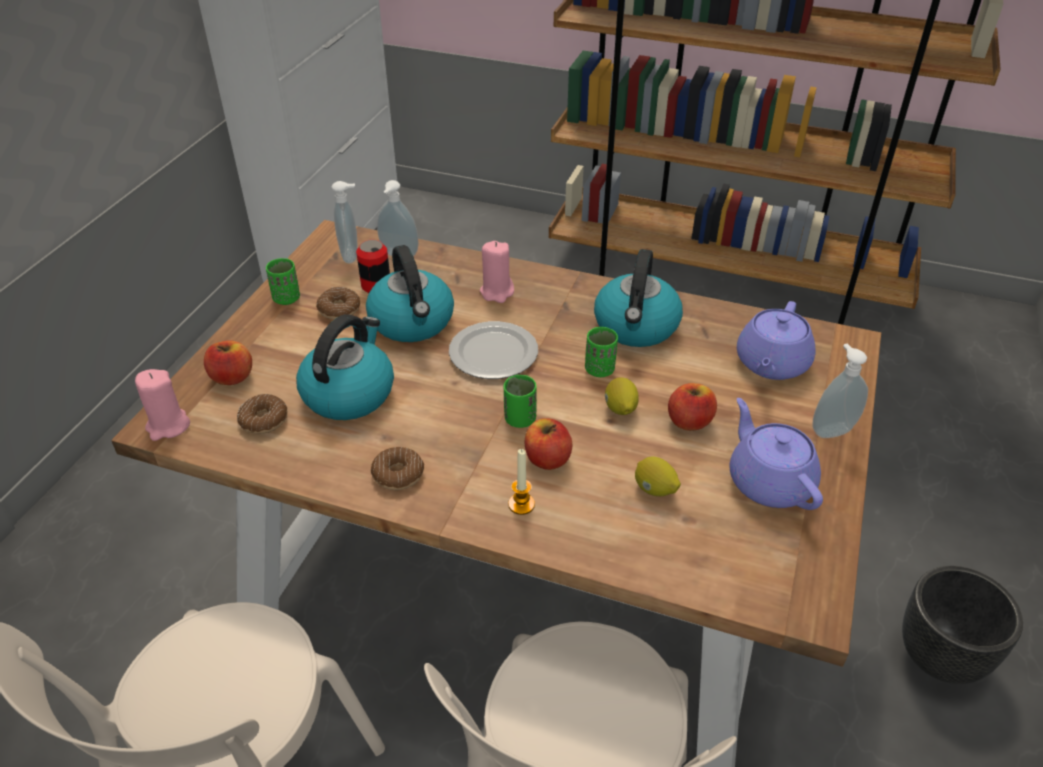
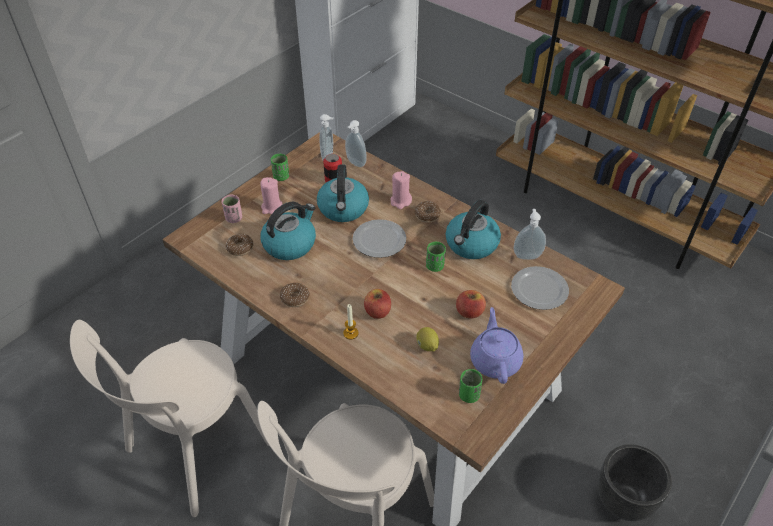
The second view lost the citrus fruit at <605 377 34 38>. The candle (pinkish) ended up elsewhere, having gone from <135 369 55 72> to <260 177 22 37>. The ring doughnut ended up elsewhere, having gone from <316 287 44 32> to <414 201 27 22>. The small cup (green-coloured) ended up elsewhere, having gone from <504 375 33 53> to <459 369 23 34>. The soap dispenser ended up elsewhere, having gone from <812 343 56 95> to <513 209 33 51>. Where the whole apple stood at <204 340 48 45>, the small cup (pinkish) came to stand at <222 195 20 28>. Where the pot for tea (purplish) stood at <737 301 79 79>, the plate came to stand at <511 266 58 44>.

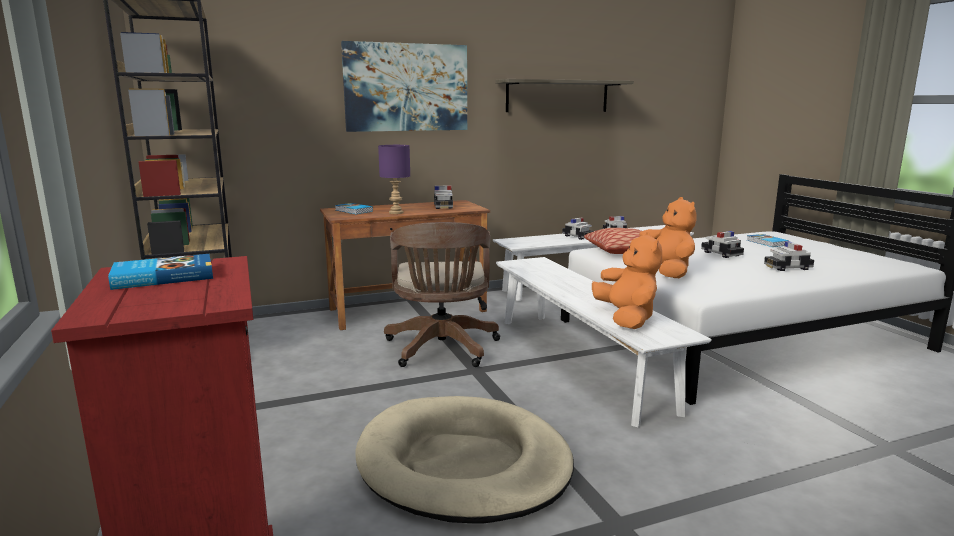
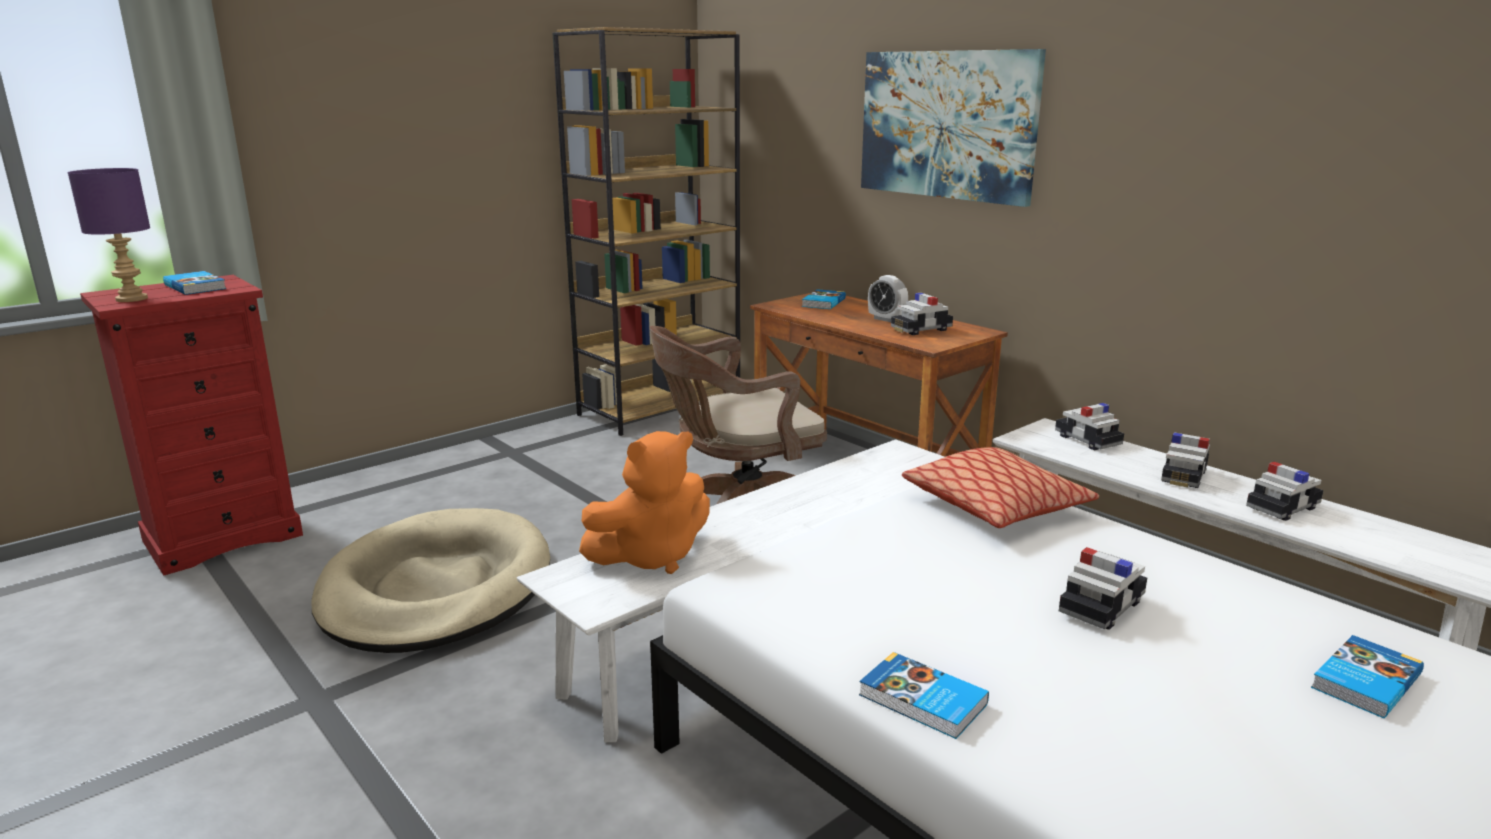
The second view lost the bracket shelf at <495 79 139 33>. The second view lost the plush toy (orangey) at <640 197 56 81>. The second view gained the volume at <859 652 130 87>. The second view gained the alarm clock at <868 275 40 47>. The tabletop lamp (purplish) ended up elsewhere, having gone from <378 145 32 69> to <67 168 83 134>. The model car ended up elsewhere, having gone from <764 241 50 30> to <1055 403 69 47>.

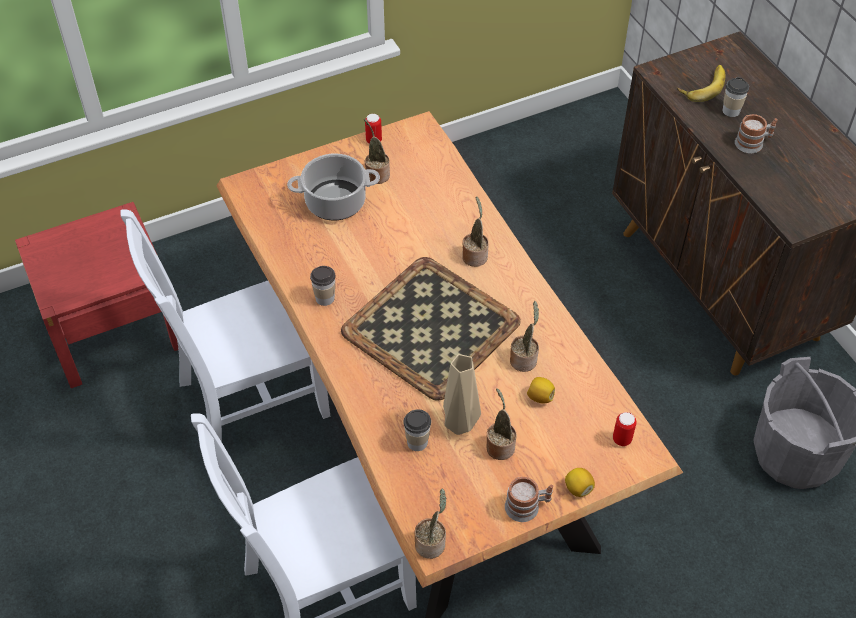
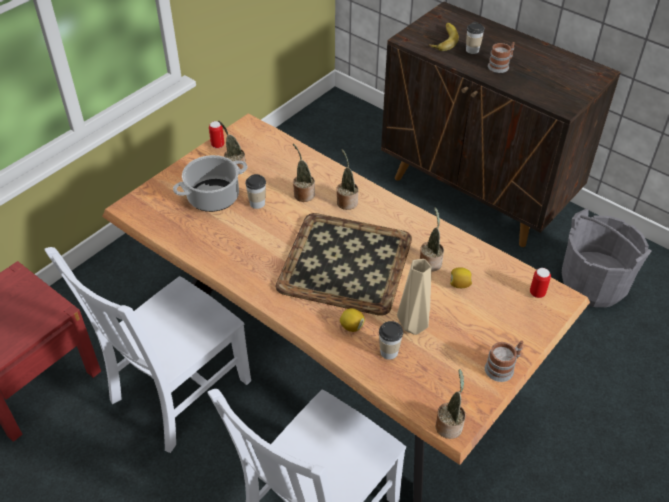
The small cup ended up elsewhere, having gone from <310 266 26 40> to <245 174 21 35>. The plant in a pot ended up elsewhere, having gone from <487 388 29 72> to <293 143 22 59>. The citrus fruit ended up elsewhere, having gone from <565 468 30 29> to <340 308 25 24>.

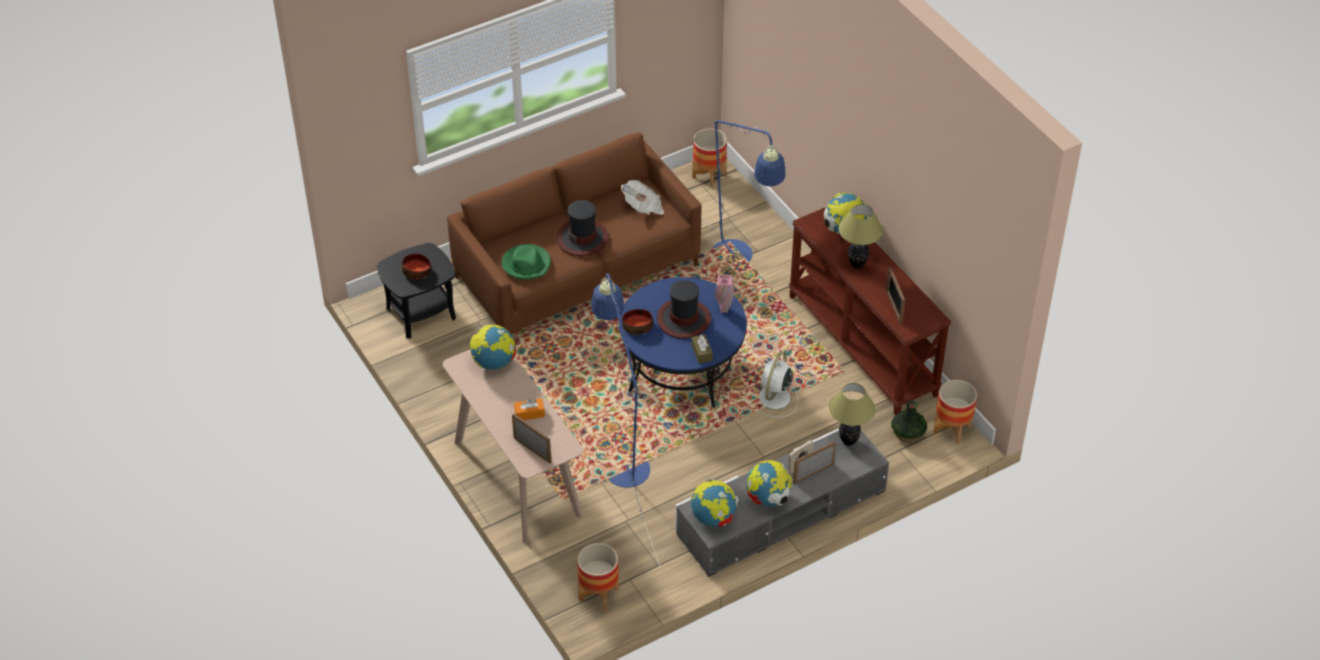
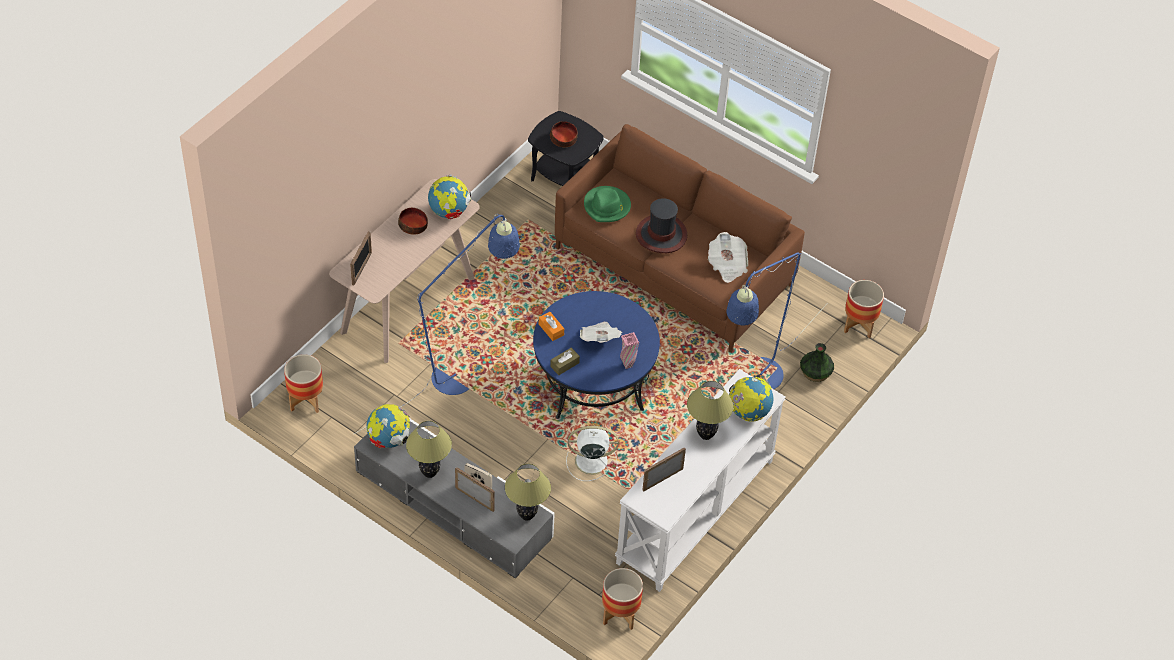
The box of tissues (orangey) ended up elsewhere, having gone from <514 398 31 22> to <539 312 25 29>. The bowl ended up elsewhere, having gone from <622 309 31 26> to <398 208 30 27>. The flower vase ended up elsewhere, having gone from <891 400 36 42> to <800 343 34 39>. Where the wearable hat stood at <657 280 54 59>, the daily paper came to stand at <580 322 42 21>. Where the desk globe stood at <746 460 47 46>, the tabletop lamp came to stand at <406 421 46 57>. What was the console table (brown) at <788 207 163 208> turned into the console table (white-coloured) at <615 369 171 223>.

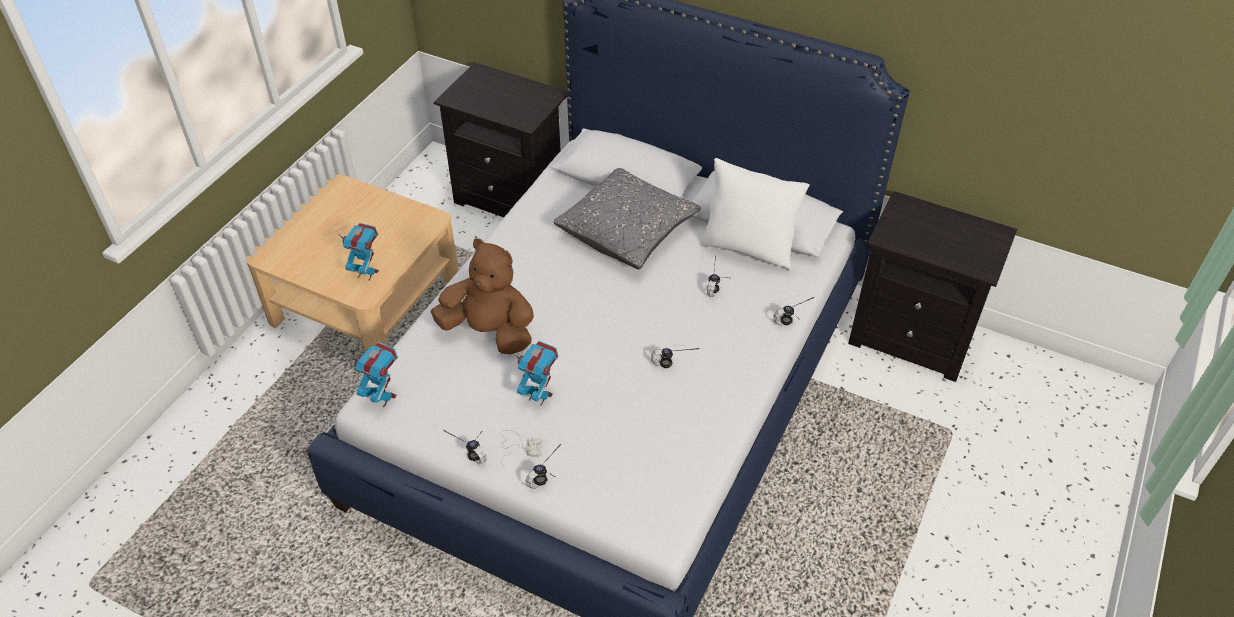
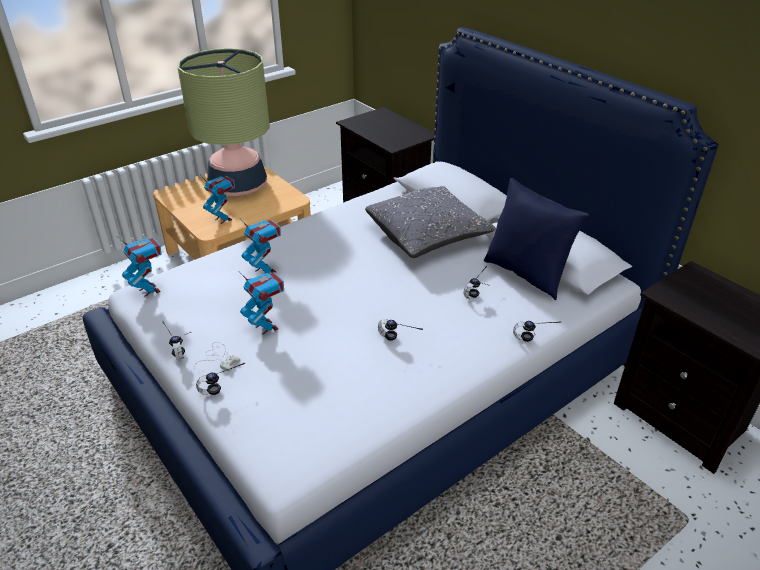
The second view gained the tabletop lamp at <177 48 93 148>. Where the plush toy (brown) stood at <431 239 103 115>, the model robot came to stand at <242 220 39 53>. What was the pillow (white-coloured) at <700 158 110 113> turned into the pillow (bluish) at <484 178 105 122>.

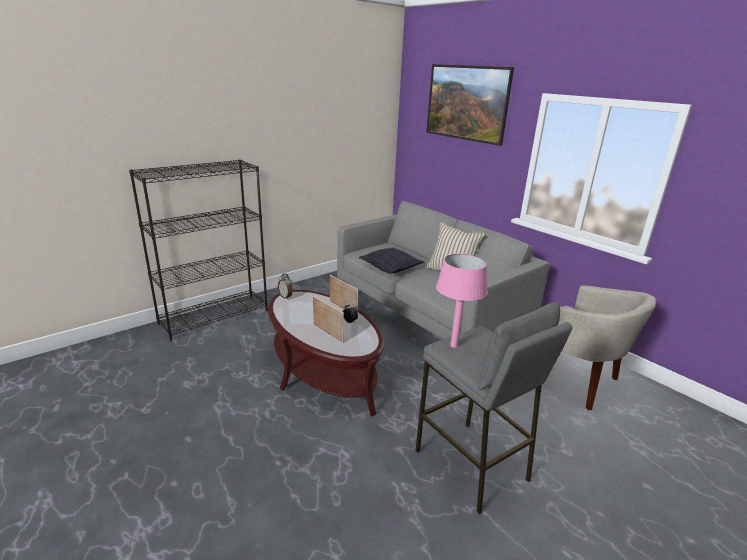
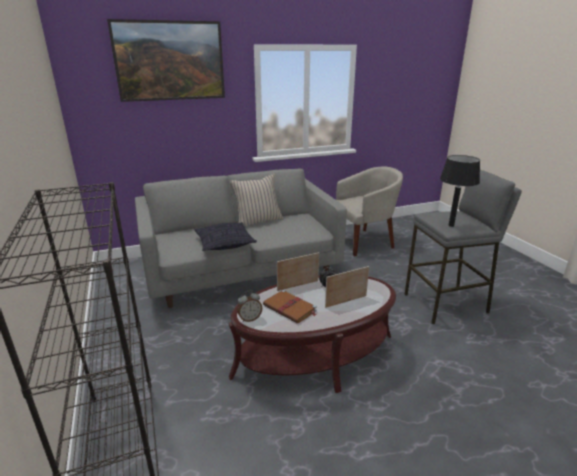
The second view gained the volume (brown) at <263 290 54 33>. What was the tabletop lamp (pinkish) at <436 253 52 95> turned into the tabletop lamp (blackish) at <440 155 40 72>.

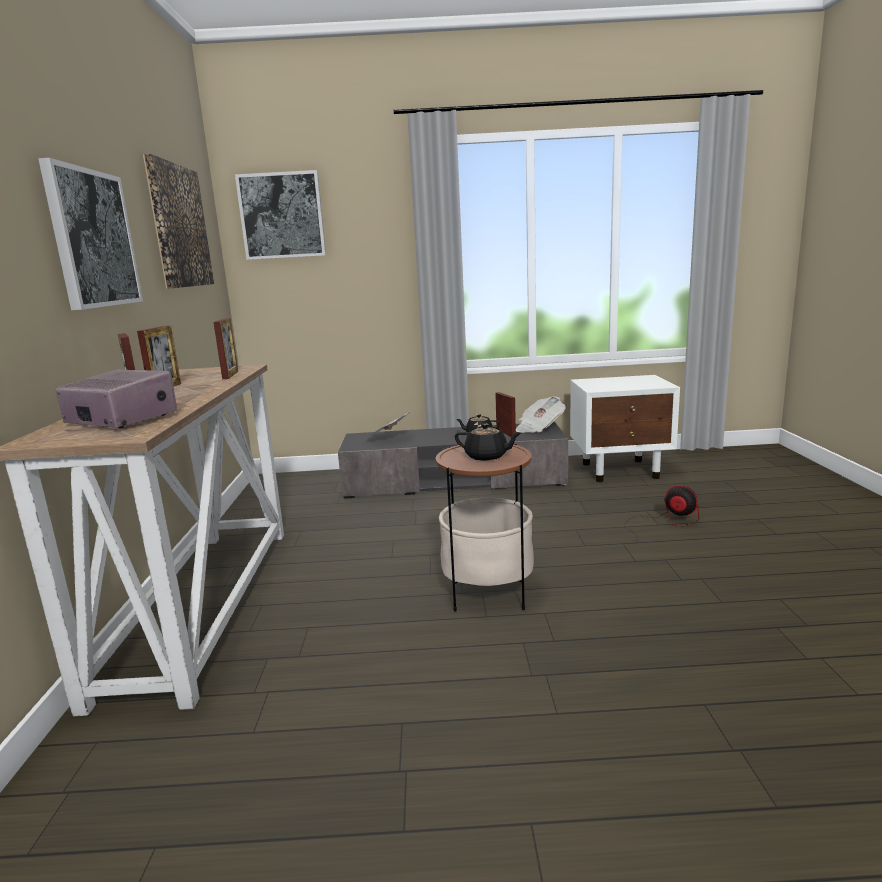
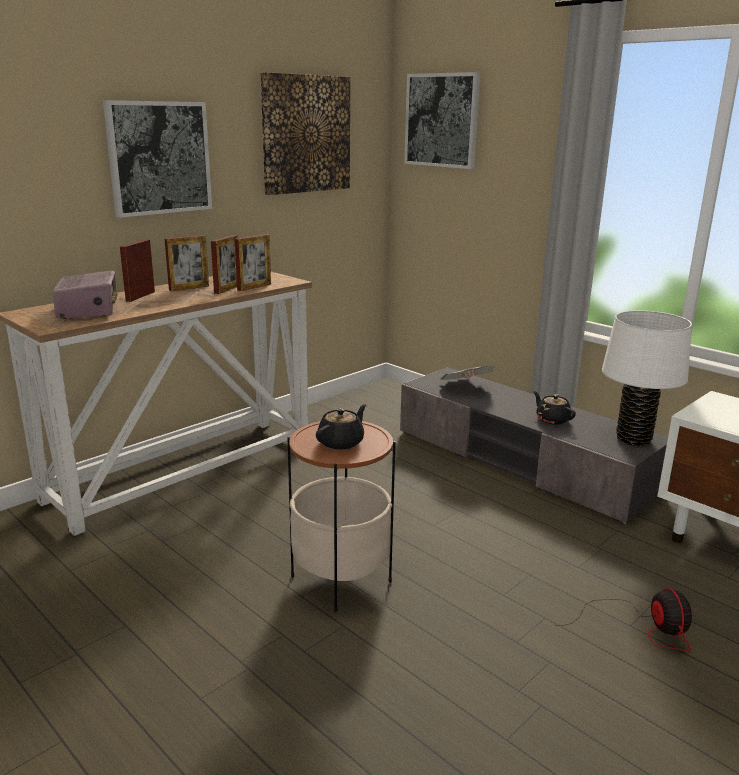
The standing frame ended up elsewhere, having gone from <495 392 21 45> to <211 235 27 59>. Where the daily paper stood at <516 396 49 37>, the tabletop lamp (white-coloured) came to stand at <602 310 90 136>. The pot for tea (blackish) at <455 423 66 38> ended up facing another way, 120 degrees counterclockwise from before.

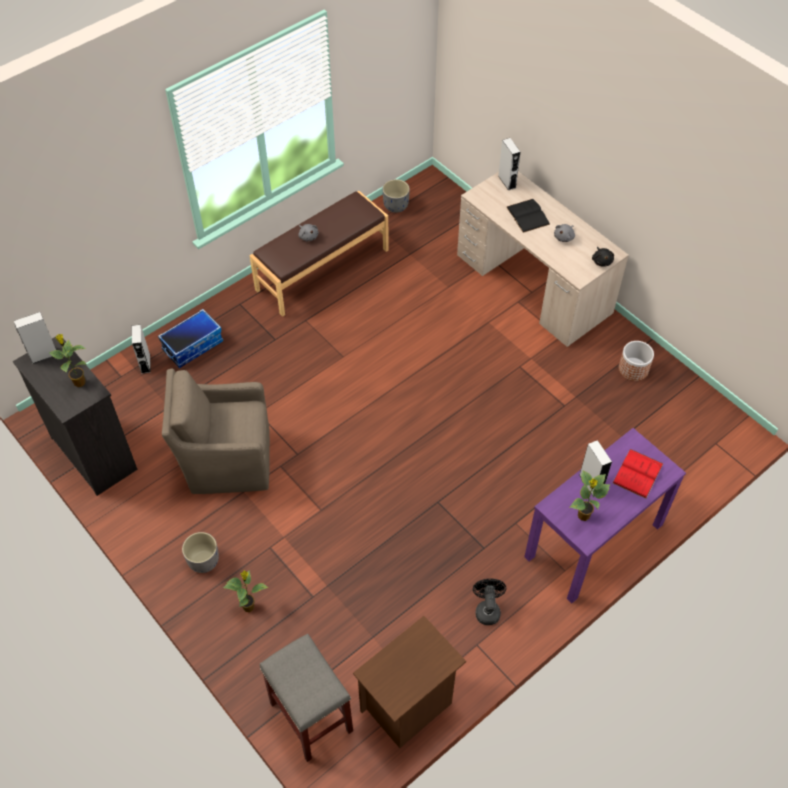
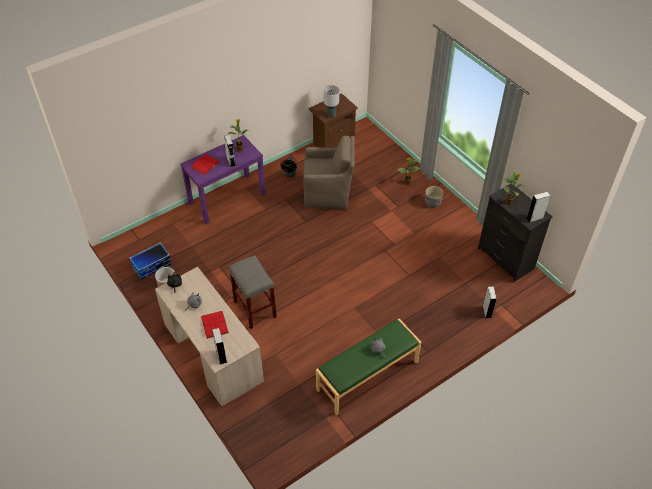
The second view lost the flower pot (greyish) at <383 179 27 34>. The second view gained the tabletop lamp (greyish) at <324 85 15 33>. The storage bin ended up elsewhere, having gone from <158 309 65 59> to <129 242 43 38>. The armchair (brown) ended up elsewhere, having gone from <162 369 108 125> to <303 136 52 73>. The sitting stool (greyish) ended up elsewhere, having gone from <260 633 93 129> to <229 255 48 74>. What was the long seat (brown) at <249 191 140 126> turned into the long seat (green-coloured) at <316 319 105 96>. What was the volume (blackish) at <506 199 44 34> turned into the volume (red) at <201 311 28 28>.

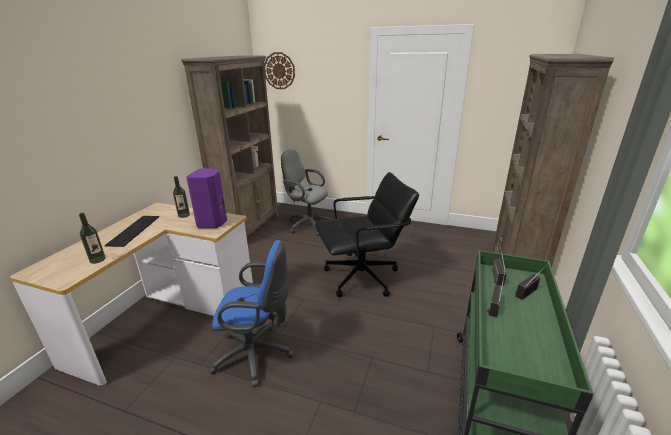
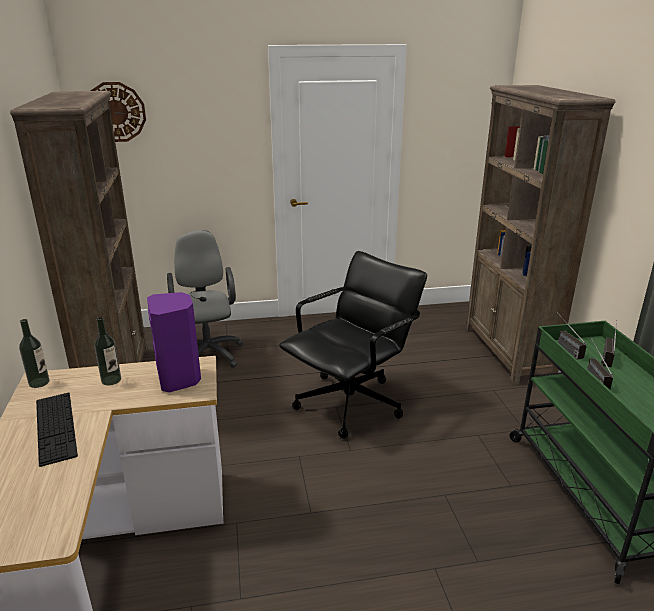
The second view lost the office chair (bluish) at <209 240 85 147>. The bottle ended up elsewhere, having gone from <79 213 27 51> to <19 319 31 69>. The office chair (greyish) at <281 149 51 87> ended up facing another way, 75 degrees clockwise from before.

